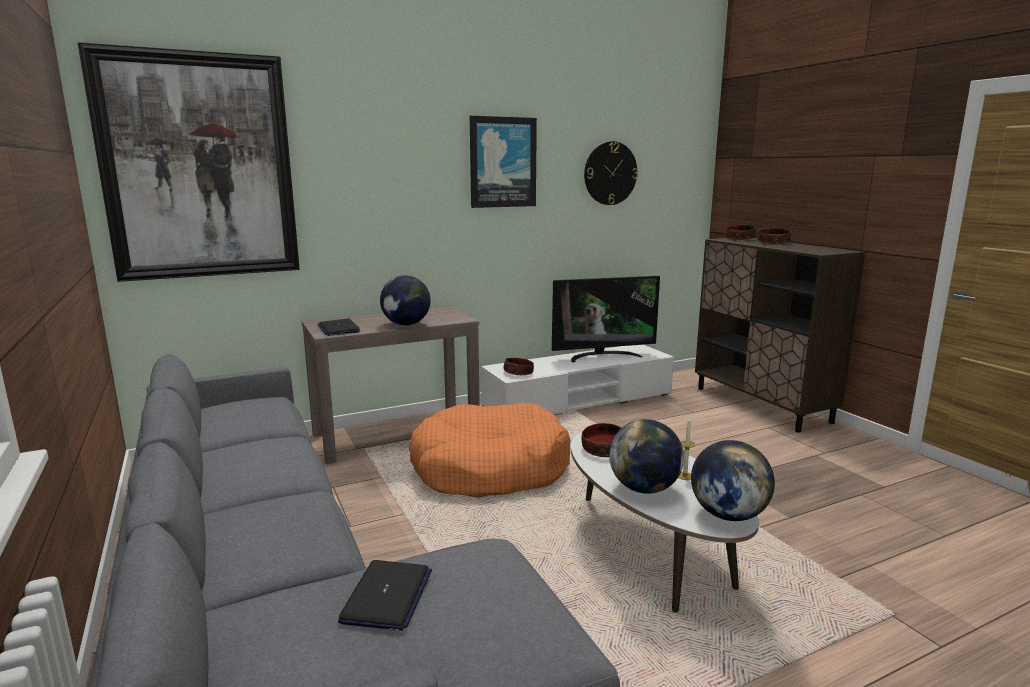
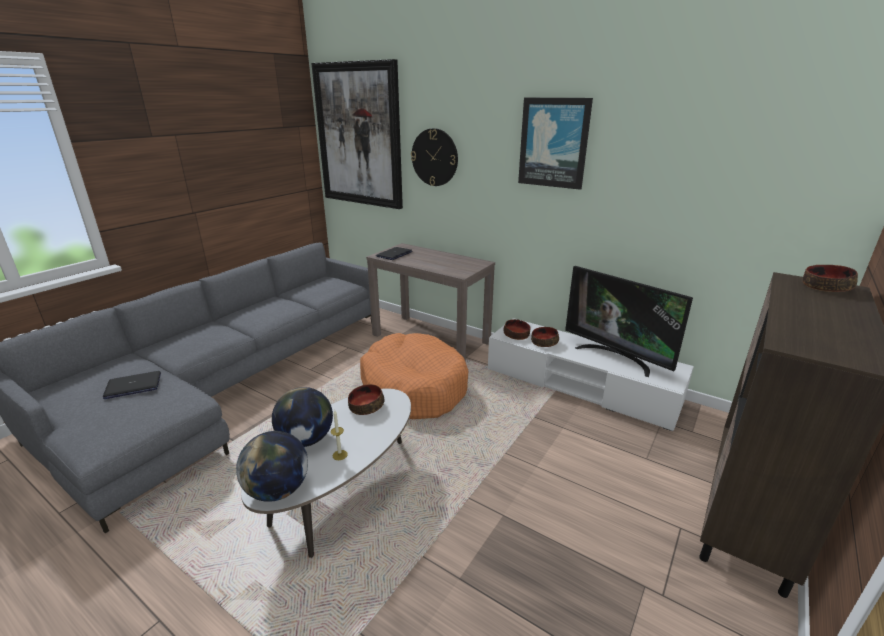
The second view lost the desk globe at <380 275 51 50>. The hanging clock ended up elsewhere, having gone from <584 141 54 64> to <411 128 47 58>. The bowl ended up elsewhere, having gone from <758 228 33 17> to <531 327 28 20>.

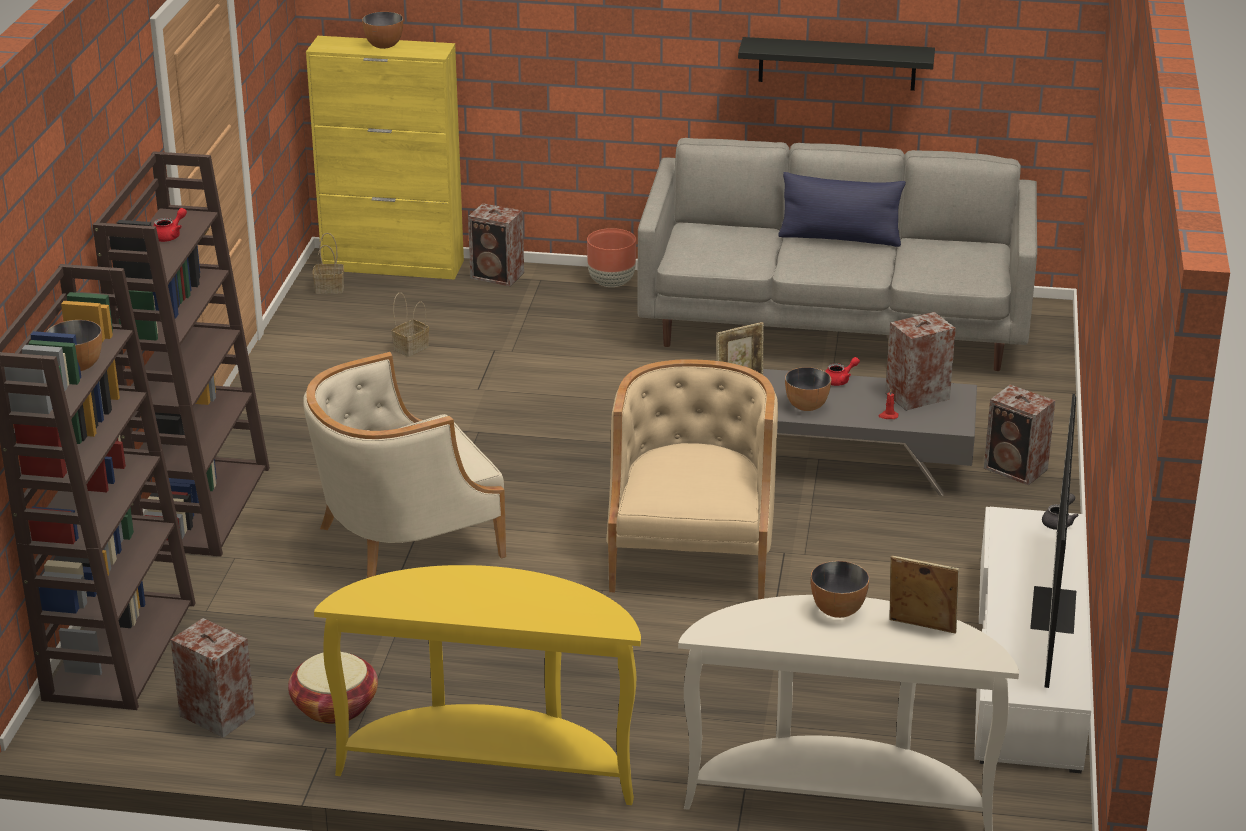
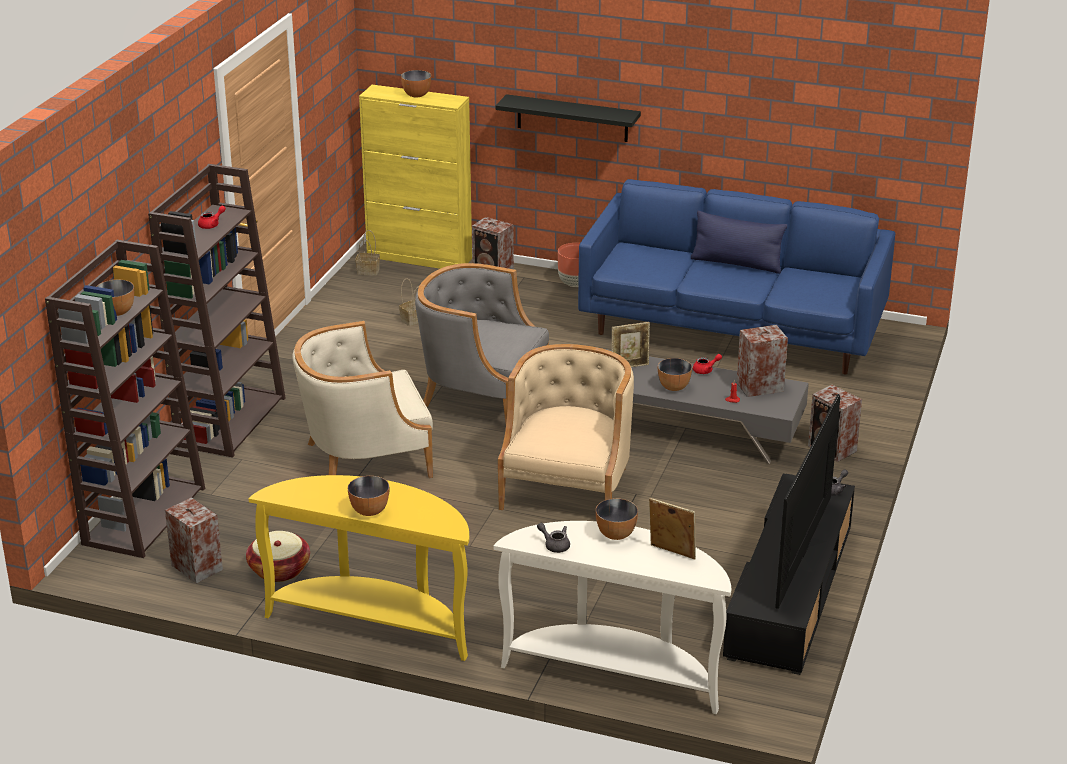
The second view gained the bowl at <348 476 41 40>. The second view gained the armchair (greyish) at <415 263 134 160>. The second view gained the pot for tea (greyish) at <537 523 33 30>. The bracket shelf (blackish) ended up elsewhere, having gone from <738 37 197 54> to <496 94 145 48>. What was the sofa (greyish) at <637 138 400 233> turned into the sofa (bluish) at <578 179 317 195>. What was the tv stand (white-coloured) at <974 507 117 266> turned into the tv stand (blackish) at <723 474 132 201>.

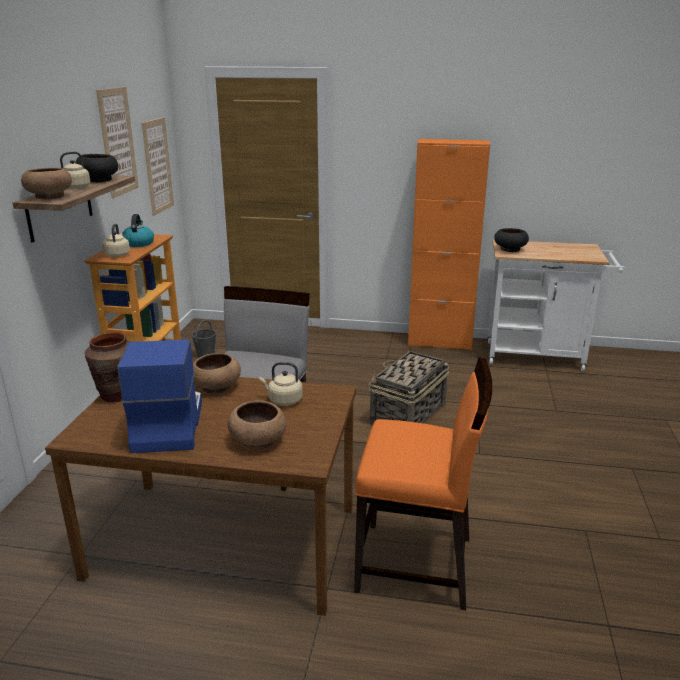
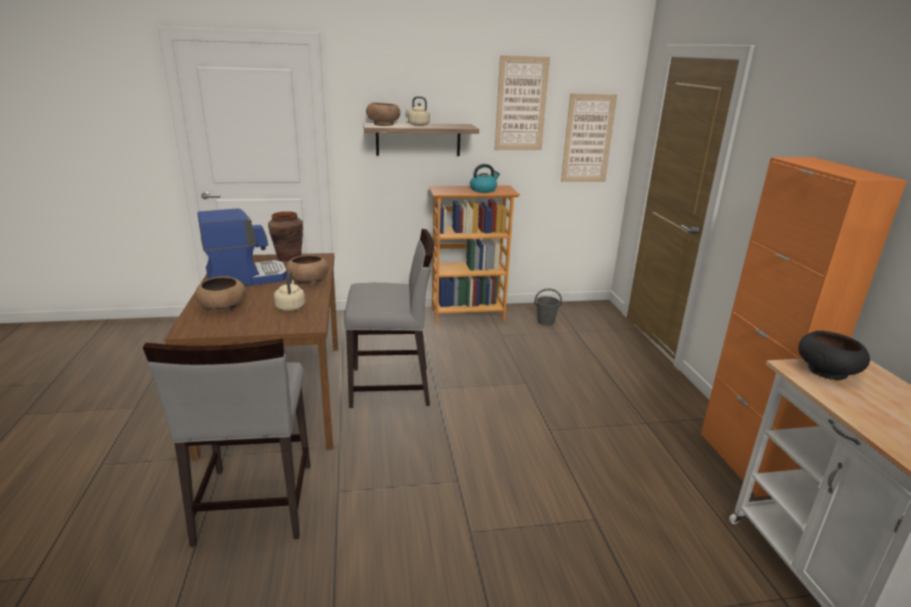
The second view lost the bowl (blackish) at <75 154 44 28>. The second view lost the kettle (beige-coloured) at <102 224 28 33>. The second view lost the household basket at <369 347 81 78>. What was the chair (orangey) at <354 357 138 253> turned into the chair (greyish) at <143 338 167 209>.

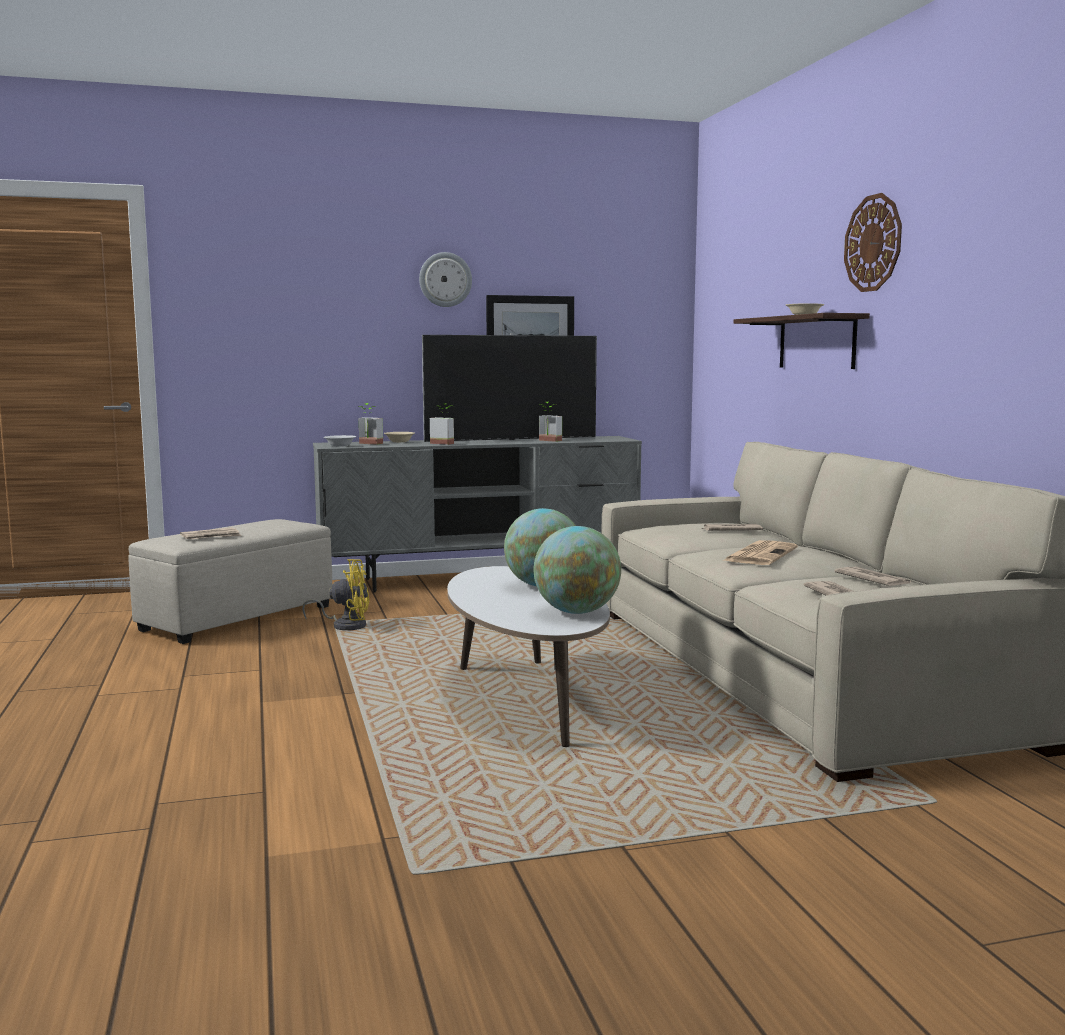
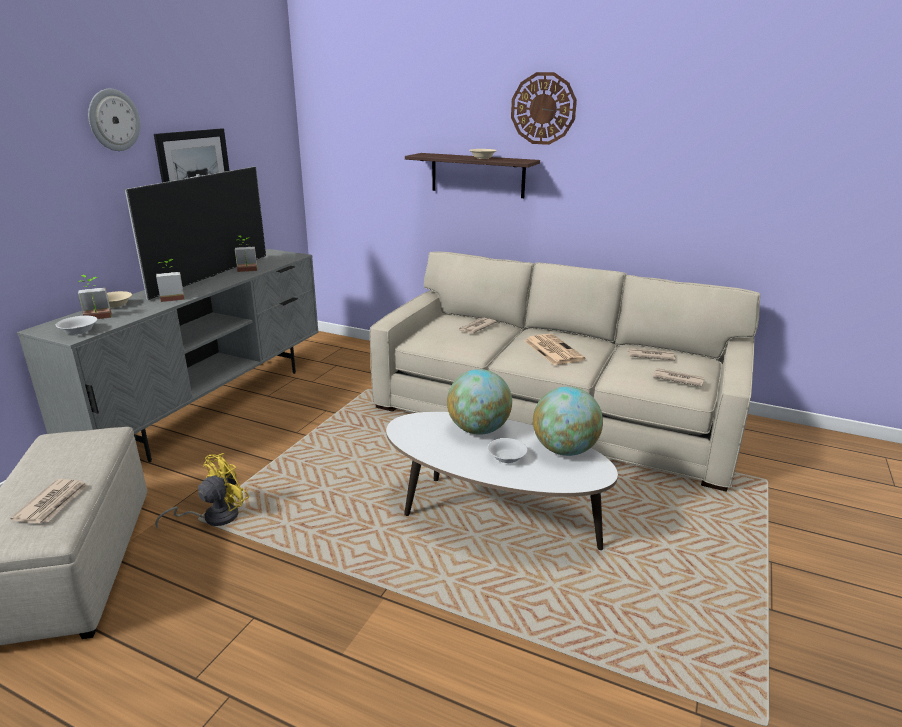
The second view gained the bowl (white-coloured) at <488 438 40 25>.

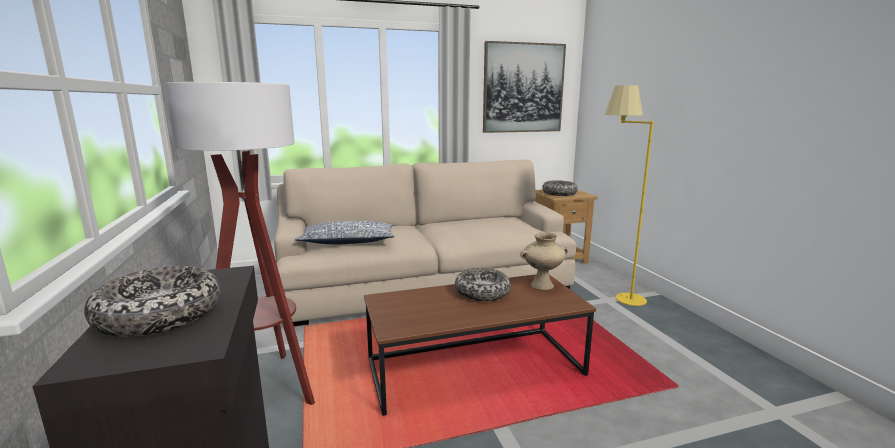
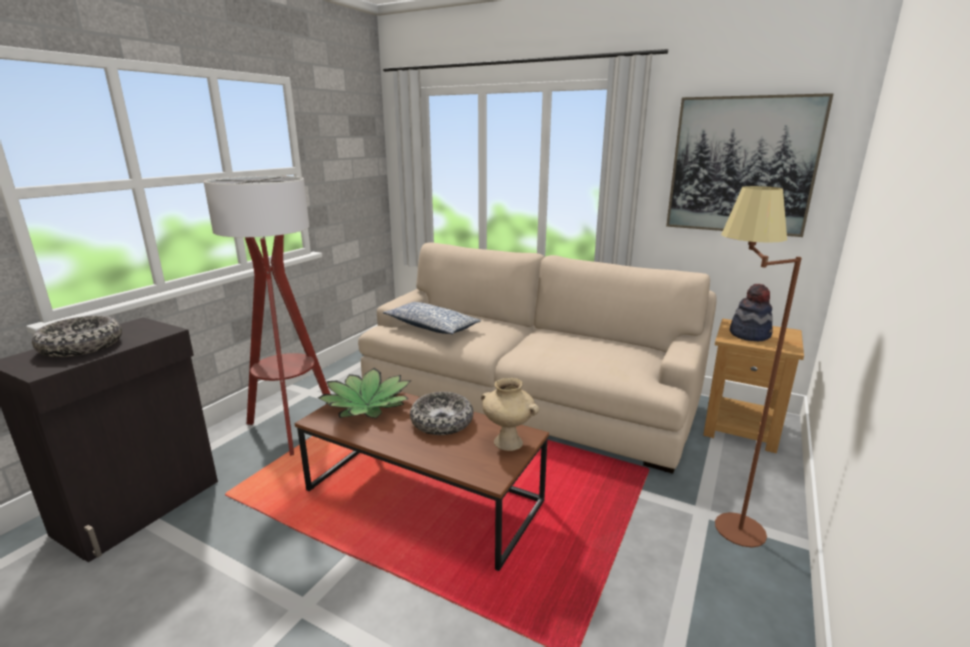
The second view gained the plant in a pot at <318 368 92 50>. Where the bowl stood at <542 180 36 16>, the wearable hat came to stand at <730 284 43 57>. What was the floor lamp (yellow-coloured) at <605 85 49 221> turned into the floor lamp (brown) at <715 186 87 361>.

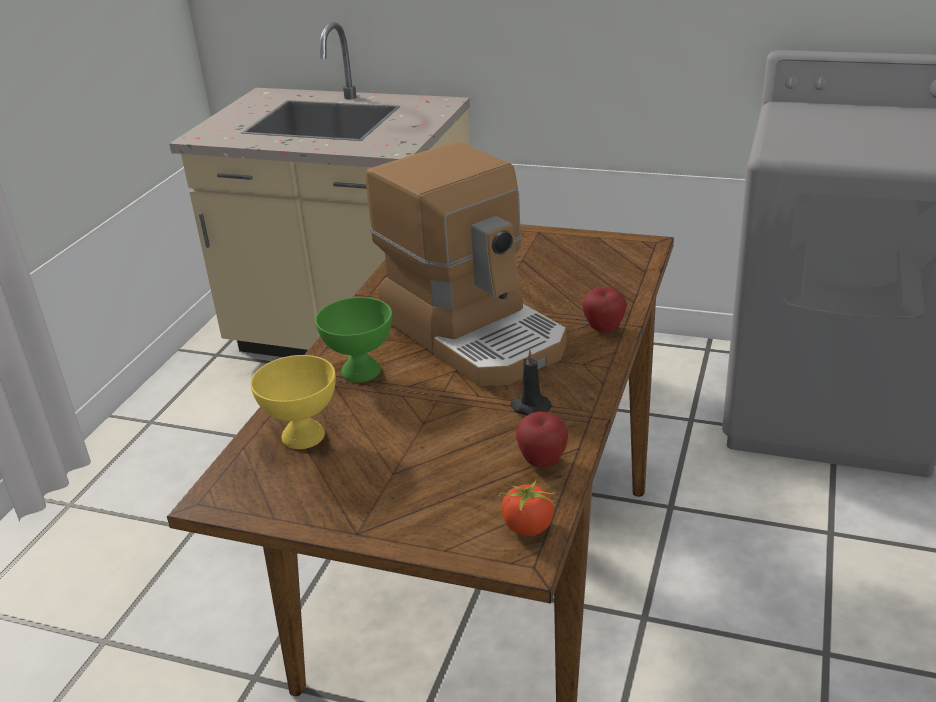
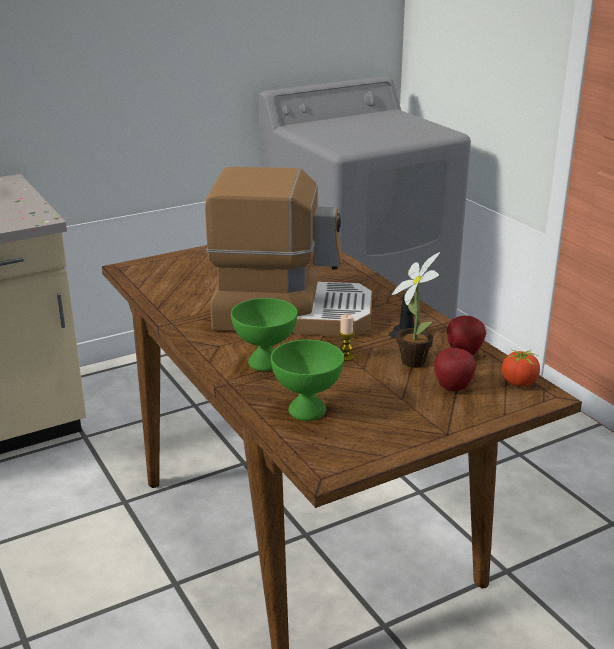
The second view gained the candle at <339 314 16 47>. The second view gained the plant in a pot at <392 252 48 116>. The whole apple ended up elsewhere, having gone from <582 287 45 46> to <434 348 43 43>. What was the bowl (yellow-coloured) at <250 355 86 94> turned into the bowl (green-coloured) at <271 339 73 82>.

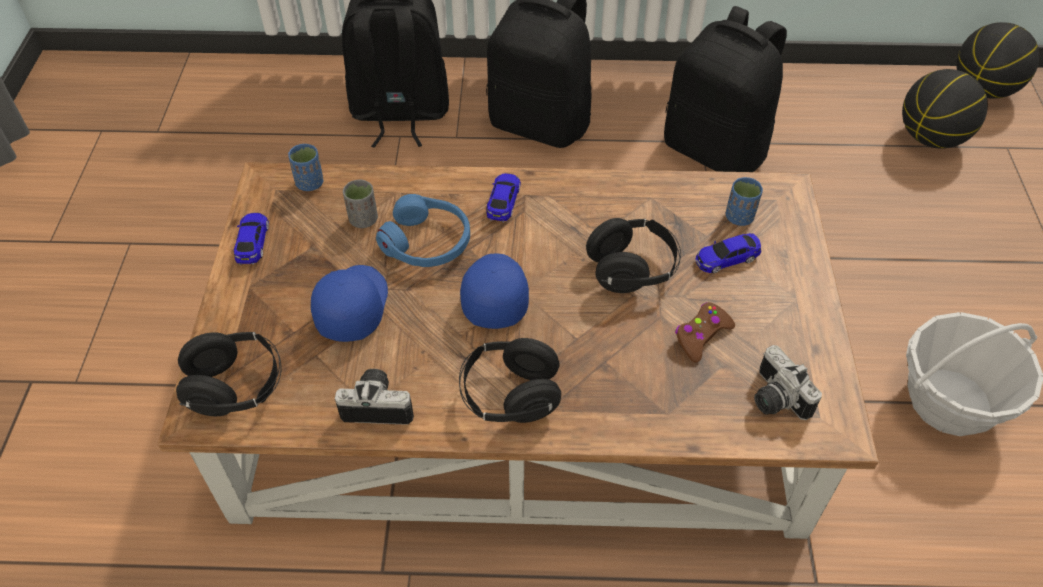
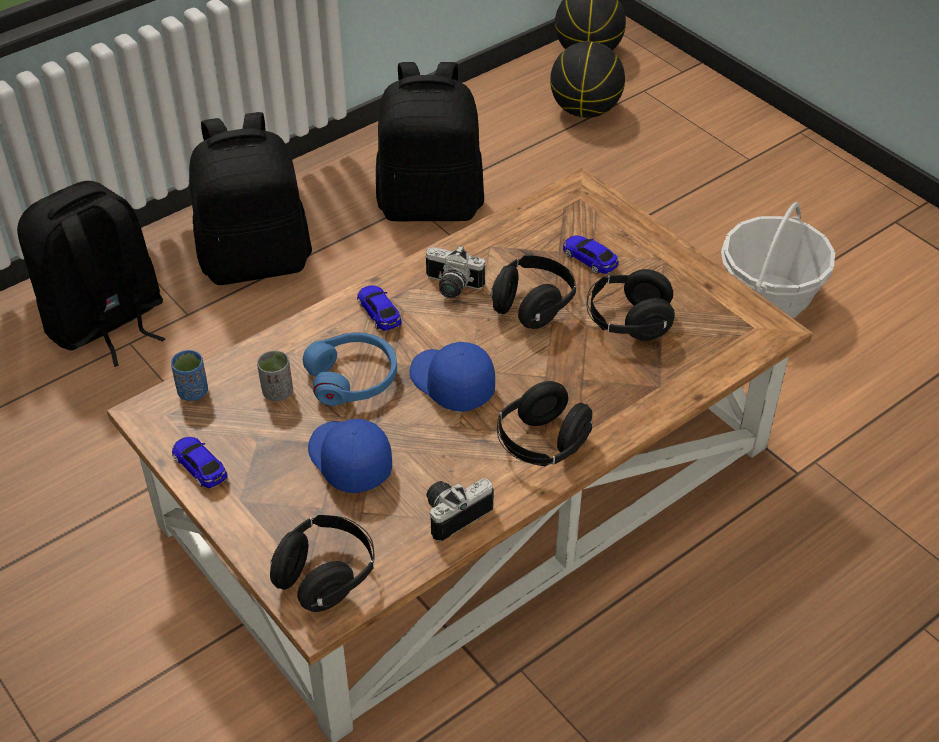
The second view lost the small cup (bluish) at <726 177 37 49>. The photo camera ended up elsewhere, having gone from <754 345 68 75> to <426 246 59 52>. Where the gamepad (brown) stood at <675 302 60 61>, the headphones (blackish) came to stand at <587 269 88 72>. The model car at <695 233 66 40> ended up facing another way, 105 degrees clockwise from before.

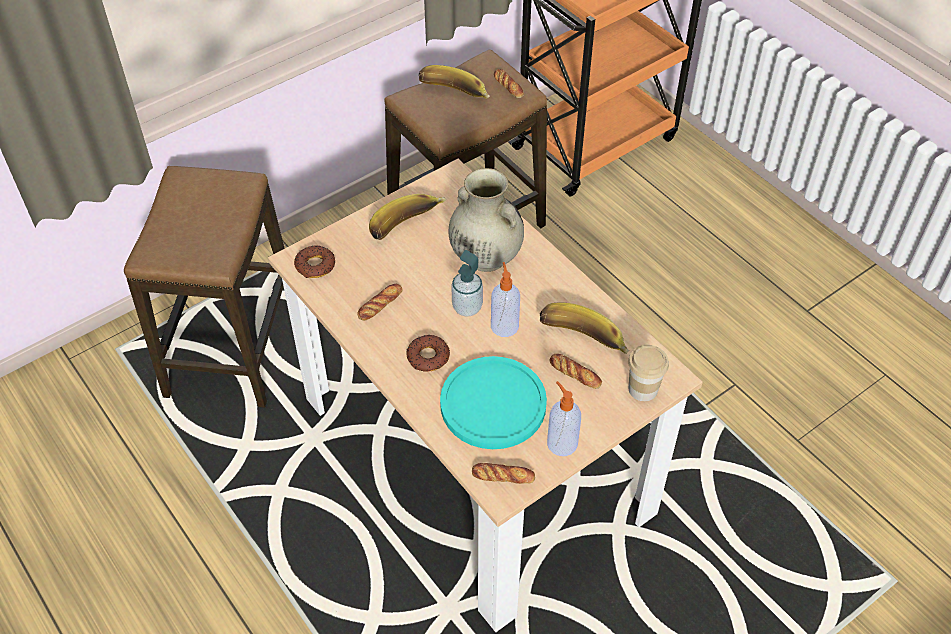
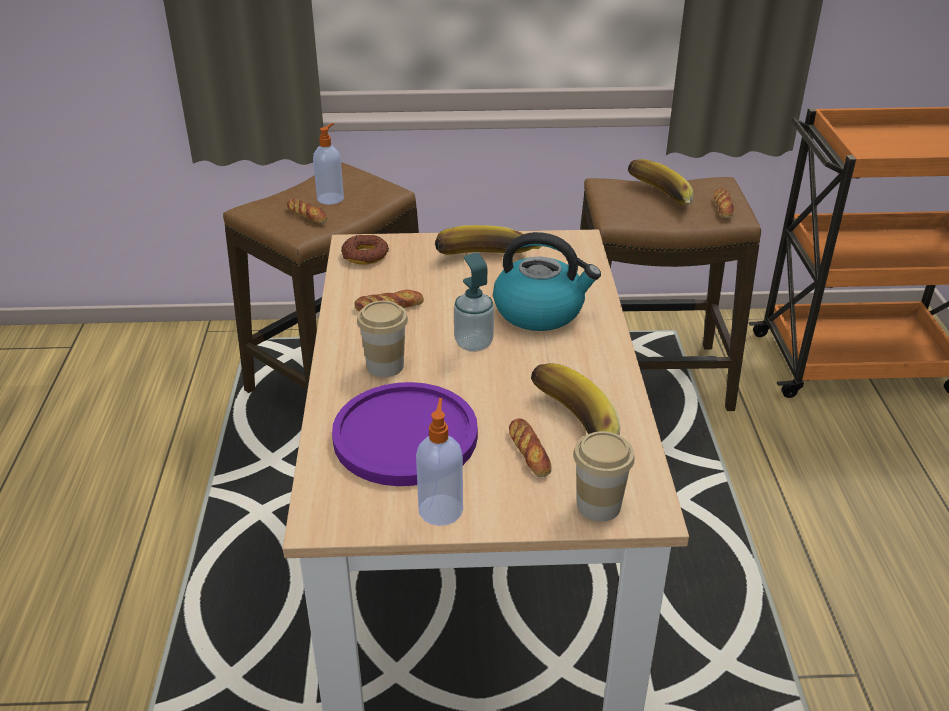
The baked bread ended up elsewhere, having gone from <472 463 63 21> to <287 198 41 26>. The soap dispenser ended up elsewhere, having gone from <491 262 29 75> to <313 123 31 82>. Where the ring doughnut stood at <407 334 43 38>, the small cup came to stand at <357 301 51 76>. Where the flower vase (beige-coloured) stood at <449 168 75 104>, the kettle came to stand at <493 232 108 99>. What was the plate (blue-green) at <440 356 107 93> turned into the plate (purplish) at <332 382 146 104>.

